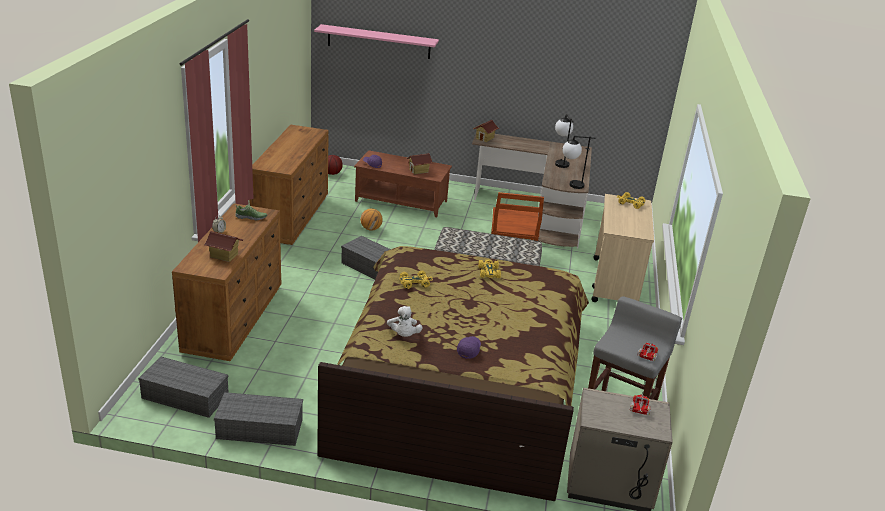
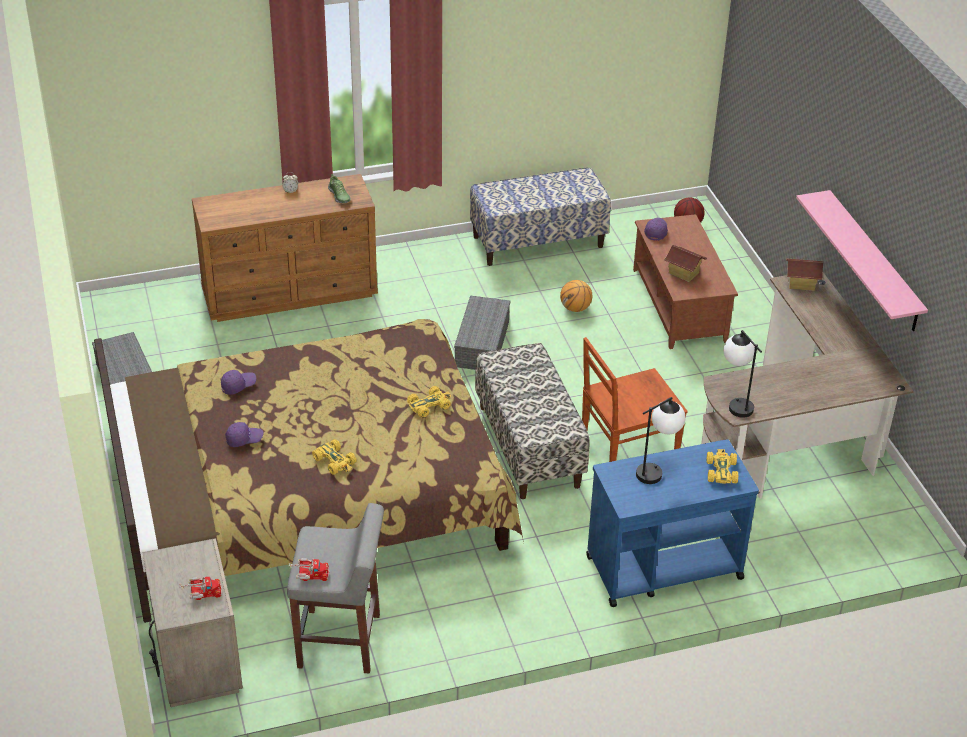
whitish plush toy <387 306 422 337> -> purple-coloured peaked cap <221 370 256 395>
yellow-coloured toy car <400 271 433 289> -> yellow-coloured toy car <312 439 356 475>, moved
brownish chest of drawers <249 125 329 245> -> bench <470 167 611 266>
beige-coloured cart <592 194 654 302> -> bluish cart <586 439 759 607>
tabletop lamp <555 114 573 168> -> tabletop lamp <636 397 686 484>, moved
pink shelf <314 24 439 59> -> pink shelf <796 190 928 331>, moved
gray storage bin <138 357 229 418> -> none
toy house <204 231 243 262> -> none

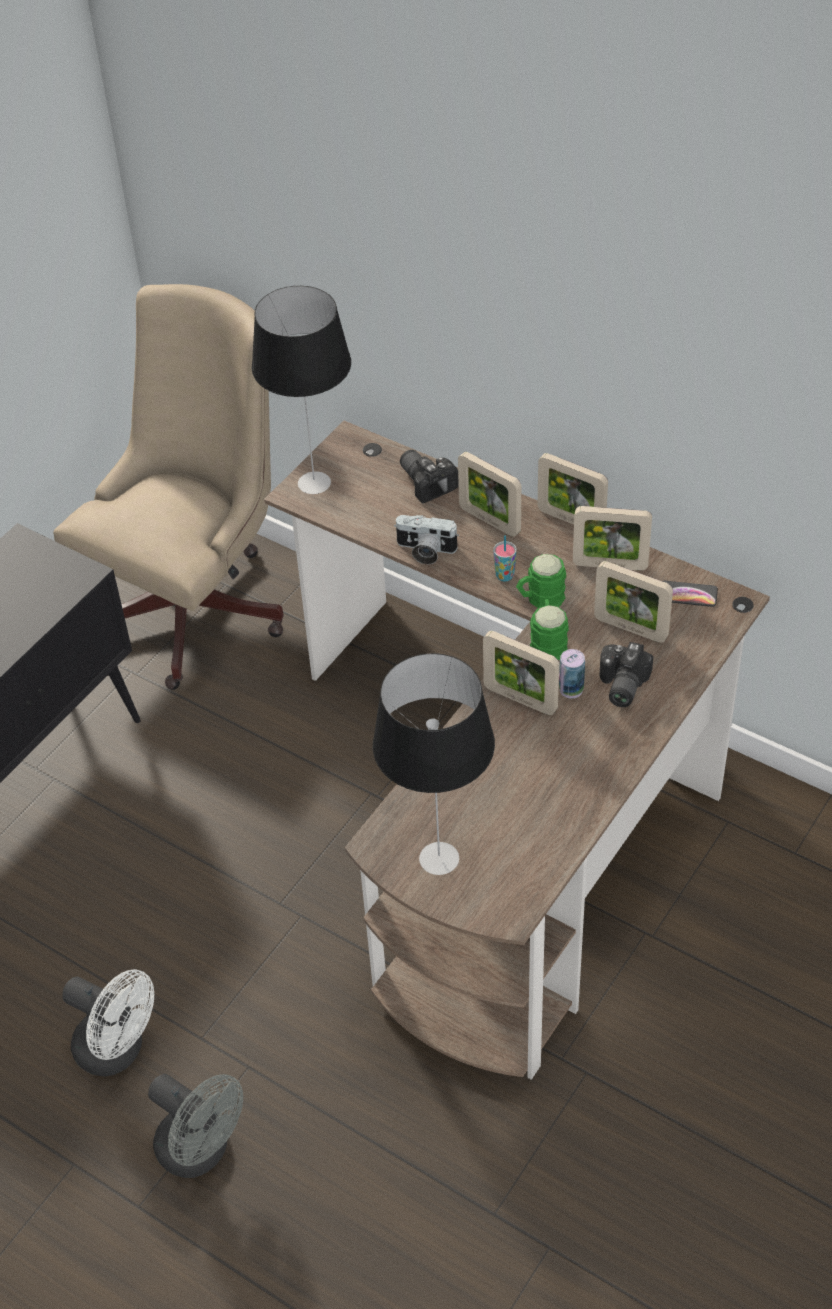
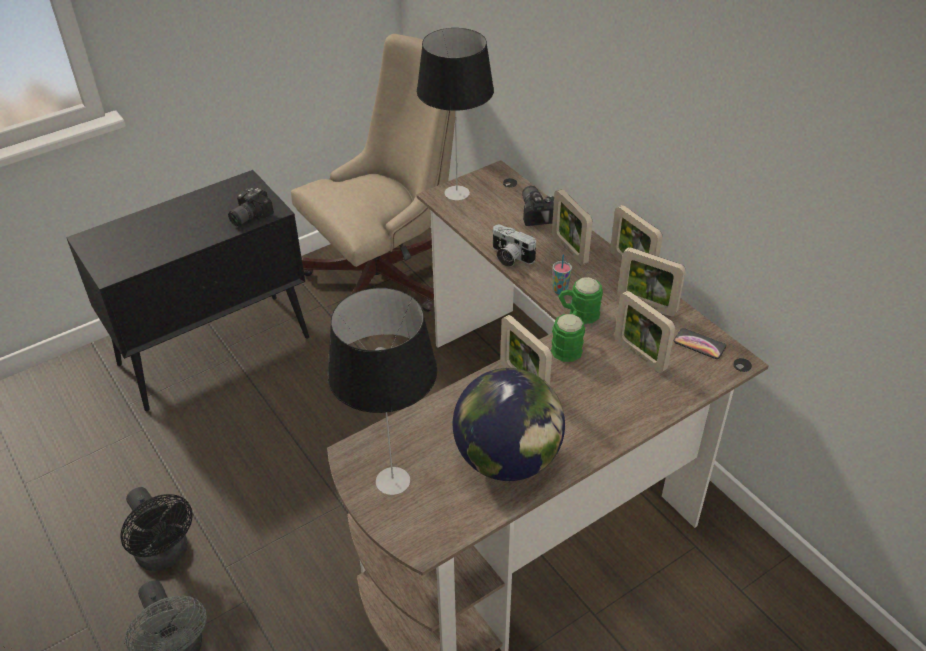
whitish electric fan <62 969 154 1076> -> black-coloured electric fan <120 487 193 571>
still camera <599 642 653 707> -> still camera <228 188 274 226>, moved
none -> world globe <453 368 565 481>
can <559 649 585 699> -> none

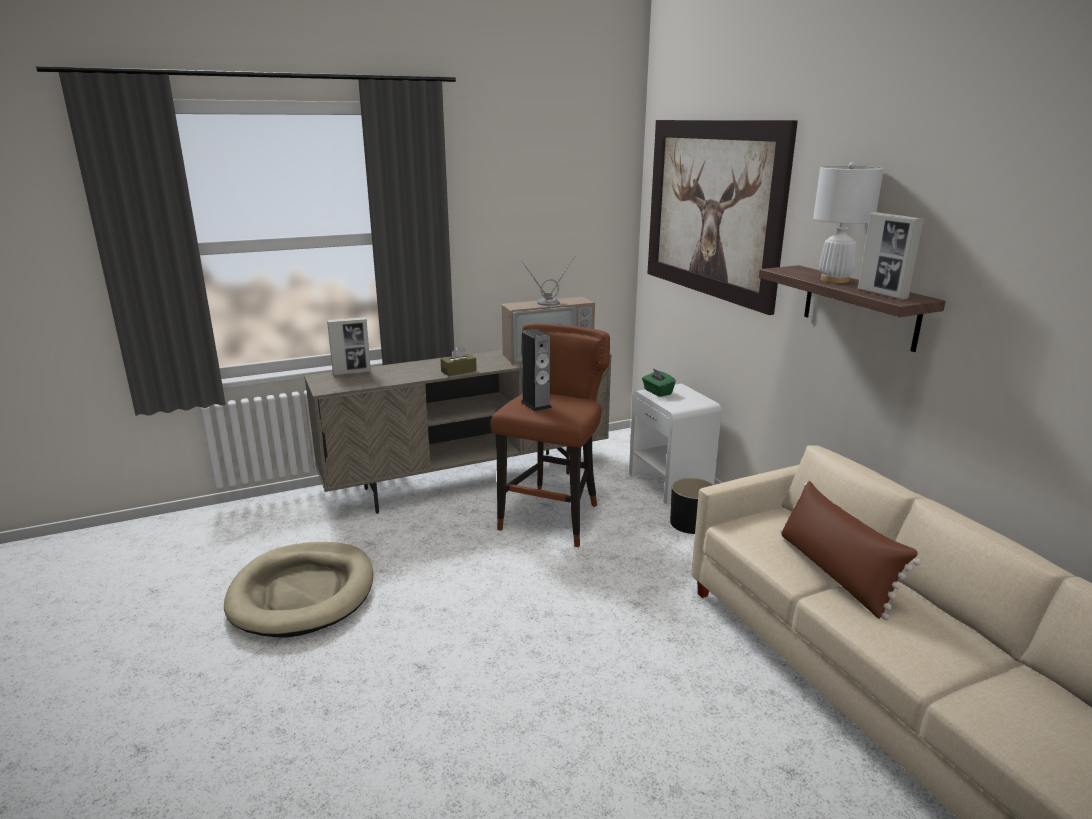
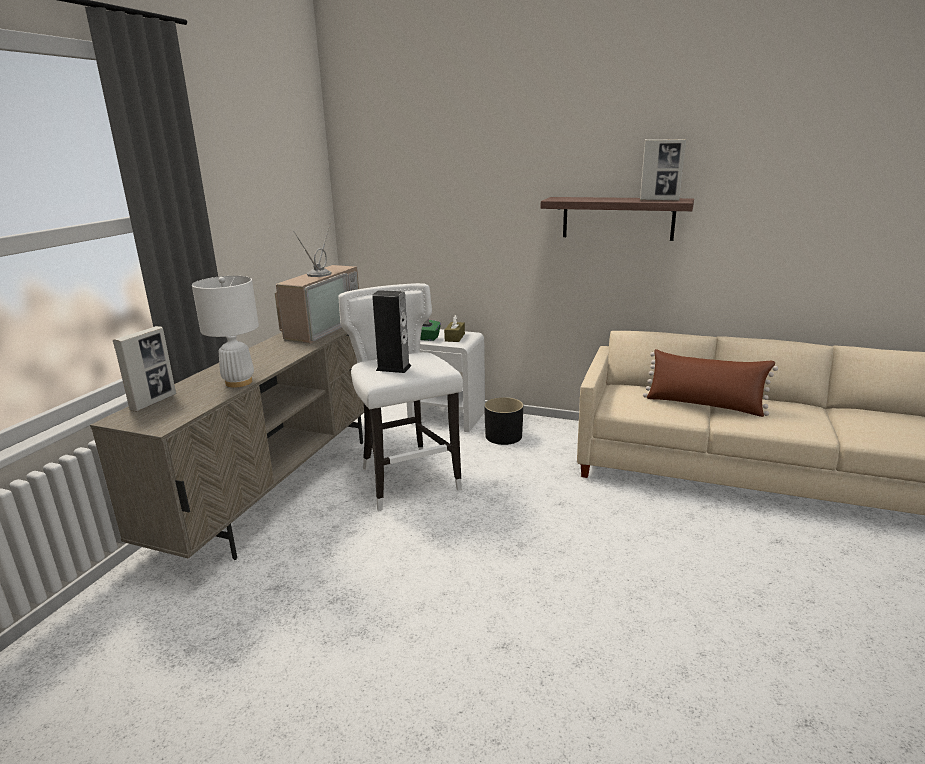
whitish tabletop lamp <813 162 884 283> -> whitish tabletop lamp <192 276 259 388>, moved
brownish sitting stool <491 324 610 547> -> whitish sitting stool <338 283 463 511>
brownish tissue holder <440 346 477 376> -> brownish tissue holder <444 315 465 342>, moved
beige-coloured pet bed <224 542 373 637> -> none
picture <647 120 798 315> -> none

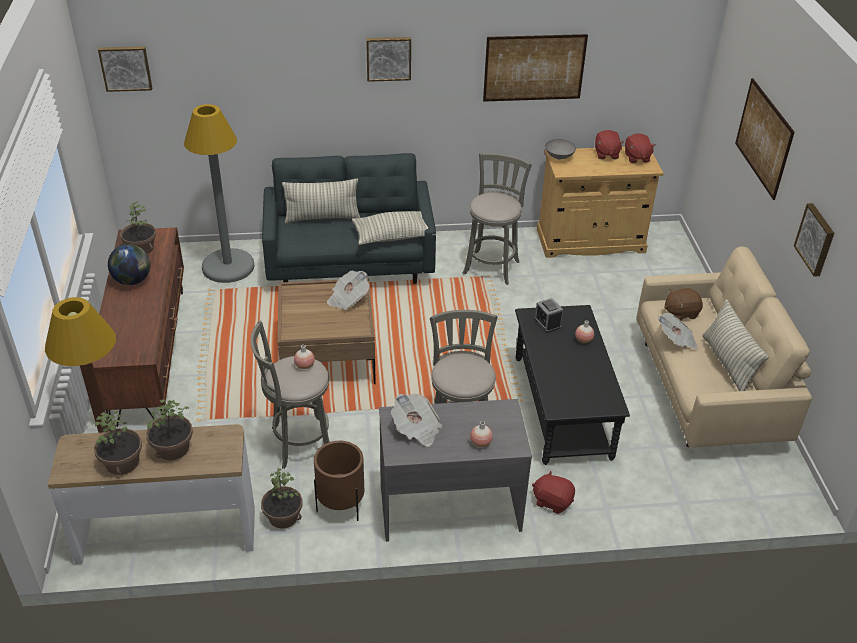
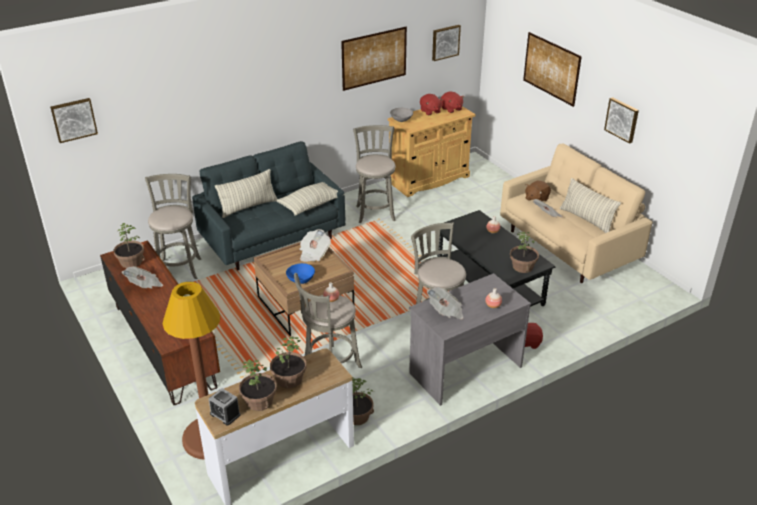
world globe <108 244 150 285> -> newspaper <122 266 164 289>
gray standing lamp <184 104 255 283> -> gray sitting stool <145 174 201 279>
table clock <534 298 563 333> -> table clock <209 388 241 426>, moved
none -> bluish deep dish <286 263 315 284>
picture <366 37 411 82> -> picture <432 25 461 61>, moved
none -> houseplant <510 231 539 273>
brownish plant pot <314 441 364 521> -> none

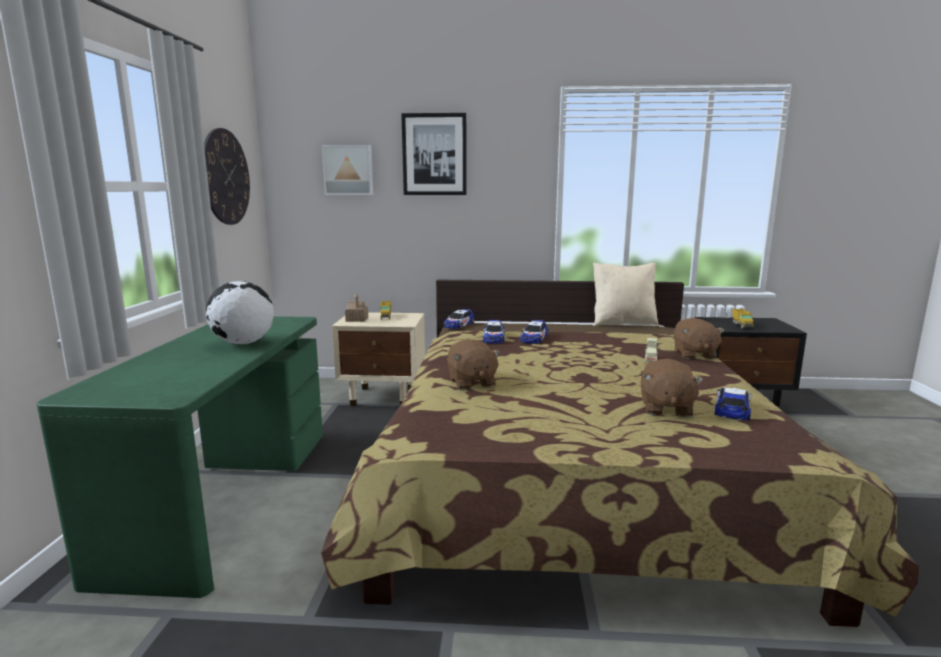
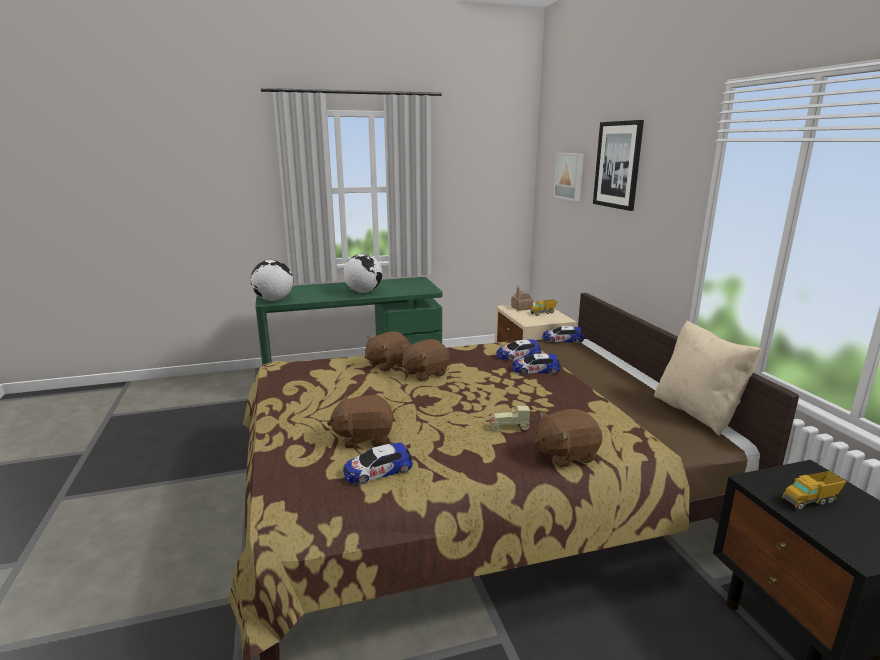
none -> world globe <251 260 293 301>
toy car <715 388 752 420> -> toy car <343 443 413 484>, 150 degrees clockwise
none -> brownish plush toy <402 339 450 381>
clock on the wall <204 128 250 225> -> none

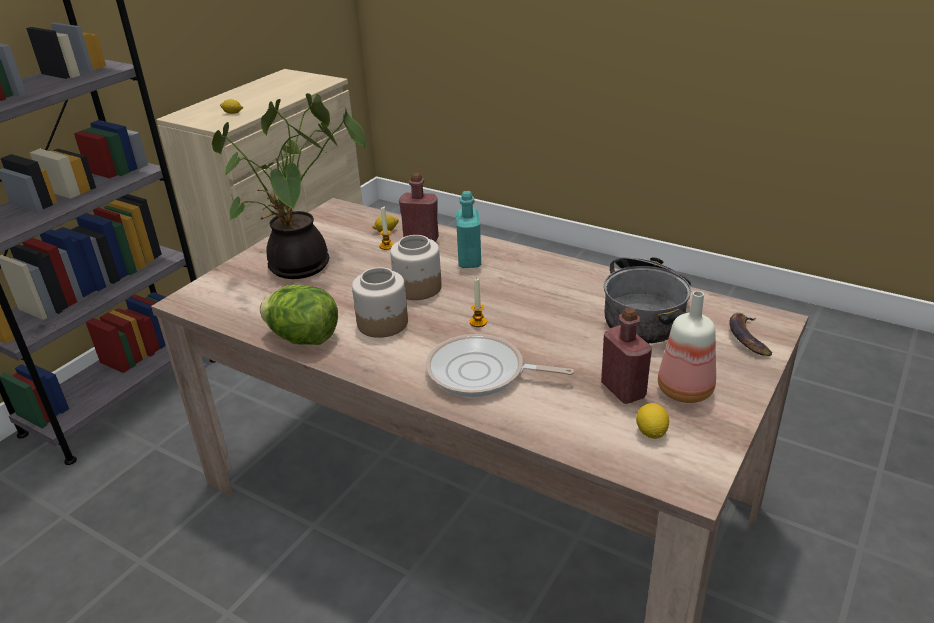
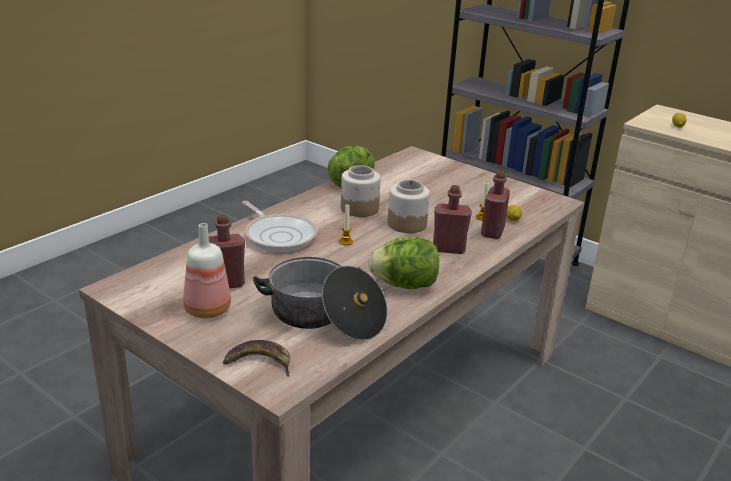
skillet <426 334 574 397> -> skillet <242 201 317 252>, 120 degrees clockwise
none -> lettuce <368 237 439 289>
blue-green bottle <456 191 481 268> -> red bottle <433 185 472 254>
houseplant <212 93 365 279> -> none
citrus fruit <636 403 669 439> -> none

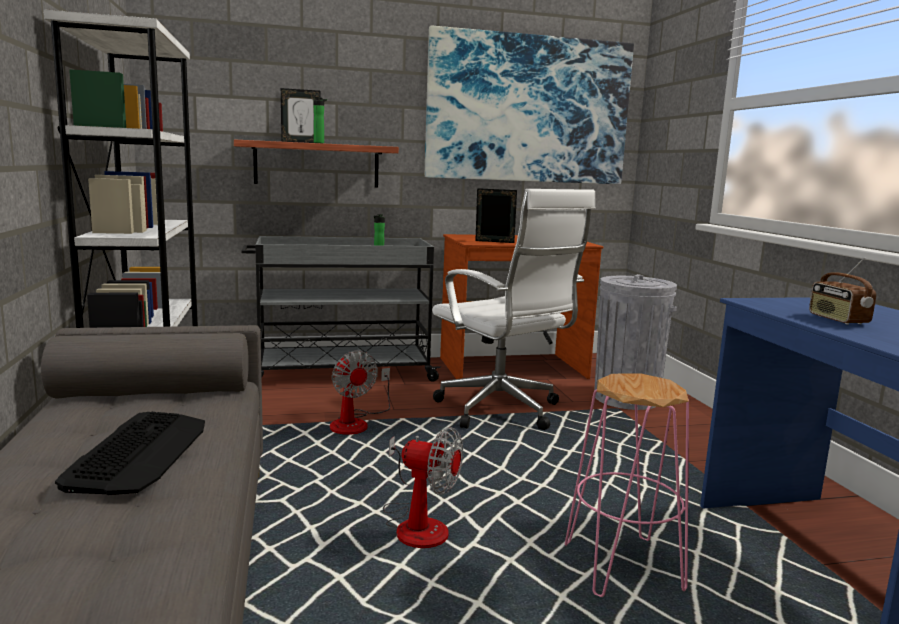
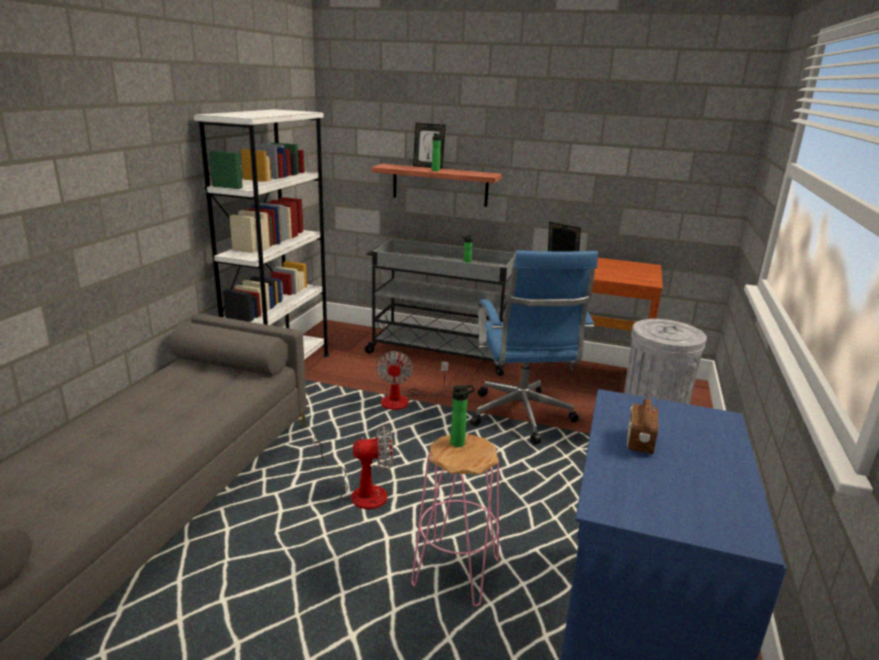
electric fan <383 427 463 548> -> electric fan <314 425 393 509>, 60 degrees counterclockwise
none -> bottle <450 385 475 447>
whitish desk chair <432 189 595 430> -> bluish desk chair <470 251 598 444>
computer keyboard <55 412 205 495> -> none
picture <425 25 634 184> -> none

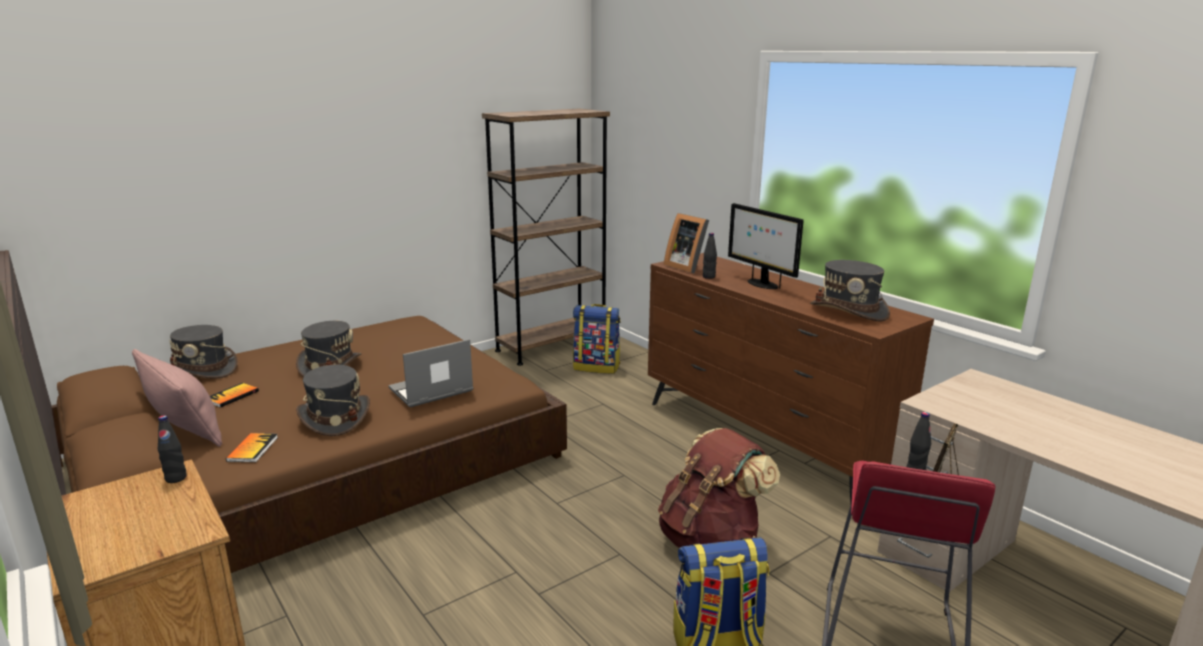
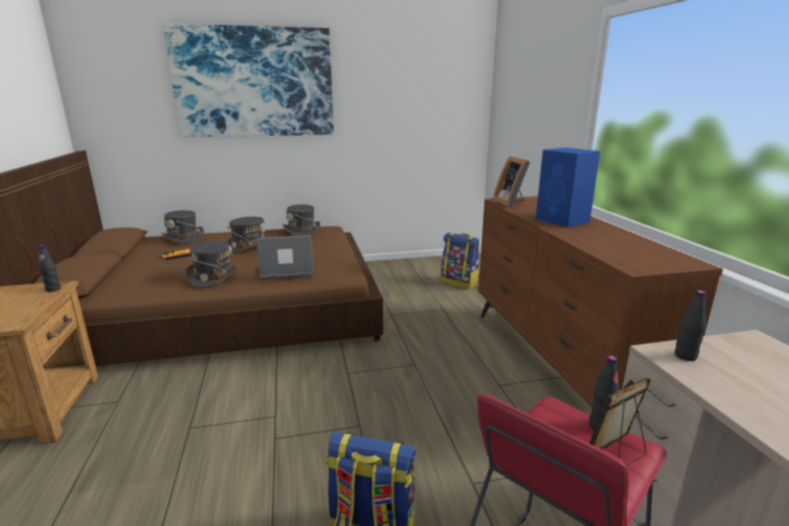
none -> picture <163 23 334 137>
gray wearable hat <810 260 890 322> -> gray wearable hat <283 204 320 236>, moved
computer screen <728 203 804 289> -> bluish speaker <536 148 600 227>
black-coloured bottle <703 233 717 279> -> black-coloured bottle <675 290 706 361>, moved
pink throw pillow <132 349 222 447> -> none
volume <226 433 278 462> -> none
brownish bookshelf <482 108 610 366> -> none
brownish backpack <658 428 780 548> -> none

